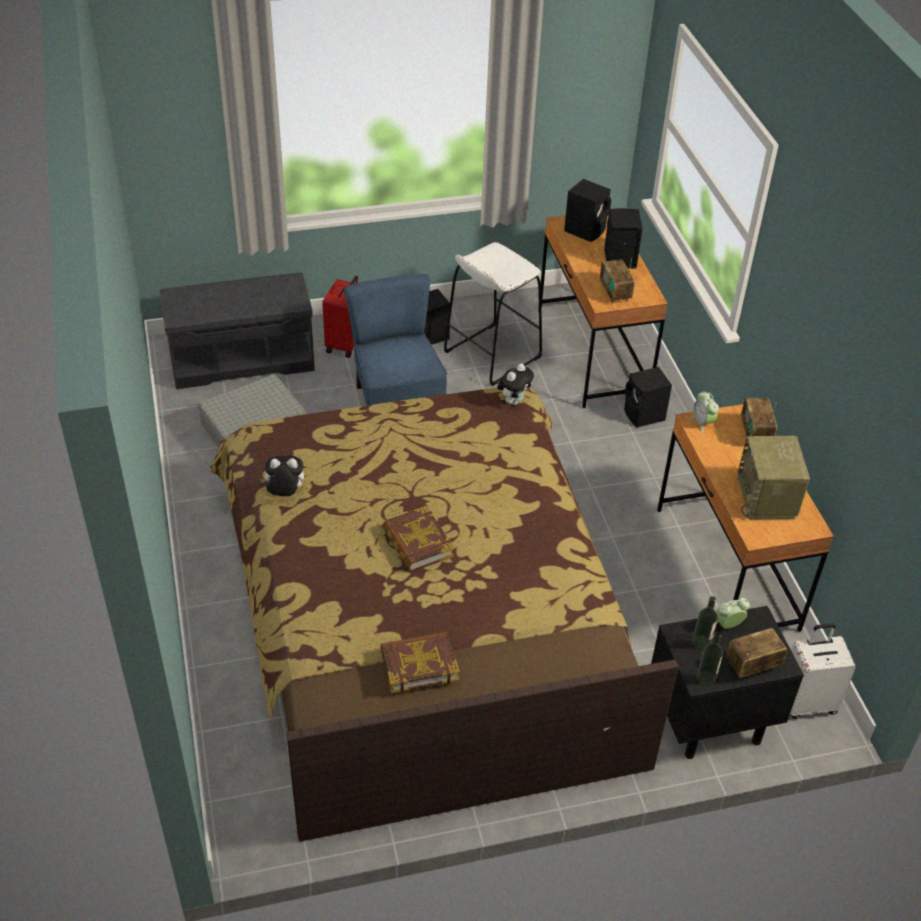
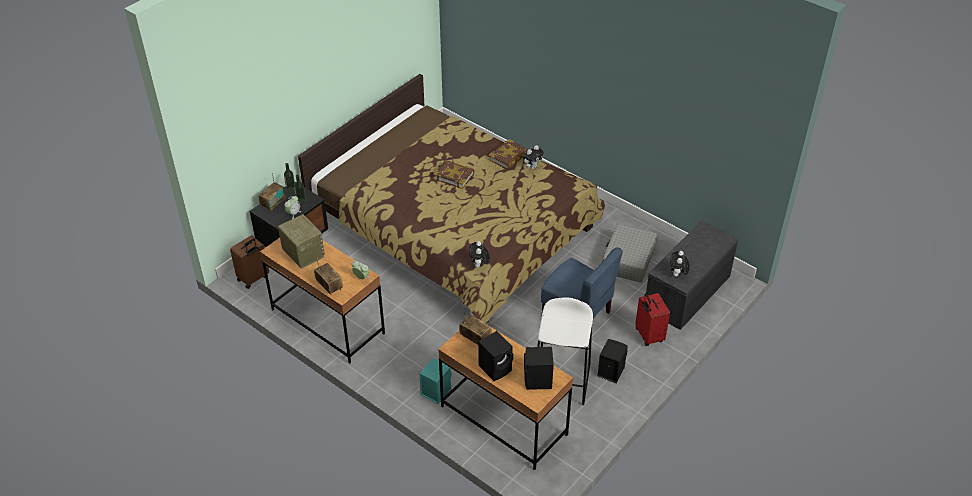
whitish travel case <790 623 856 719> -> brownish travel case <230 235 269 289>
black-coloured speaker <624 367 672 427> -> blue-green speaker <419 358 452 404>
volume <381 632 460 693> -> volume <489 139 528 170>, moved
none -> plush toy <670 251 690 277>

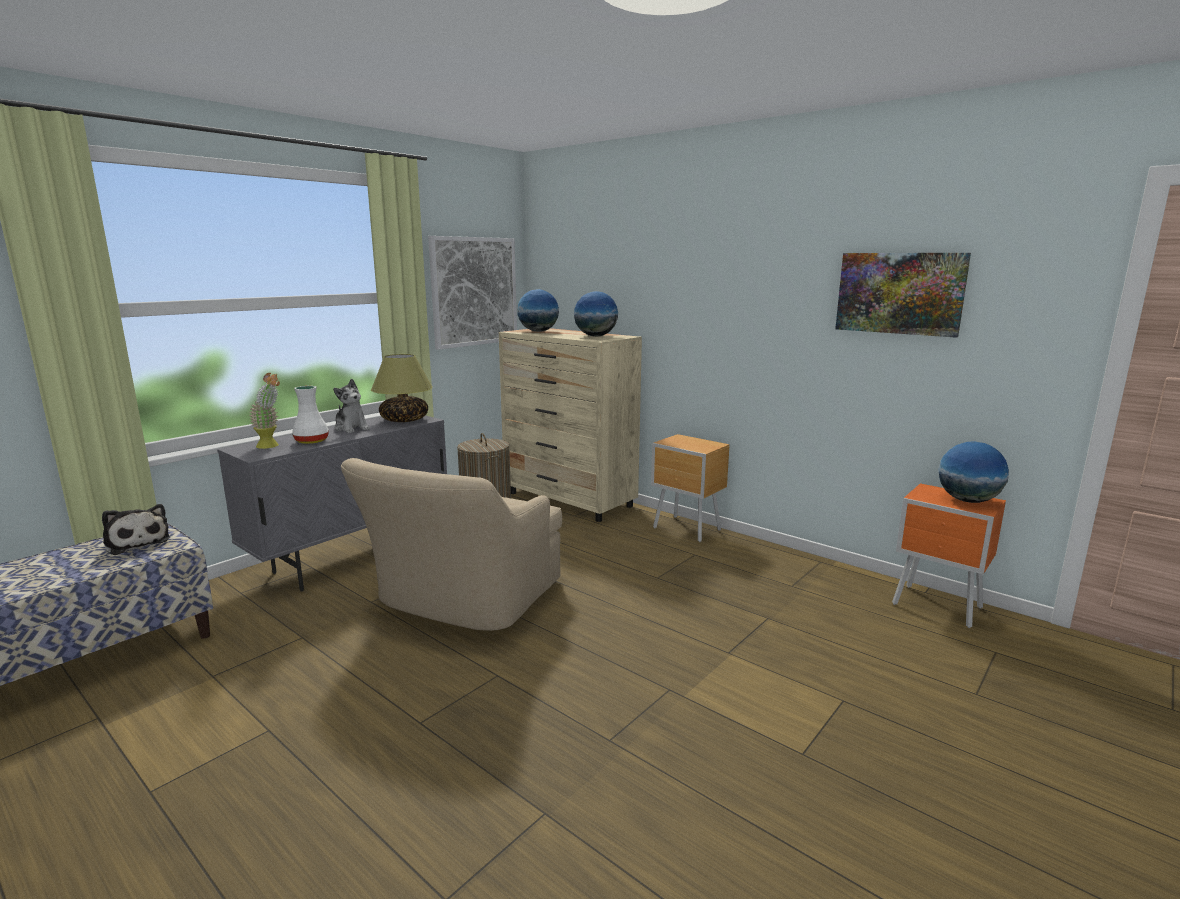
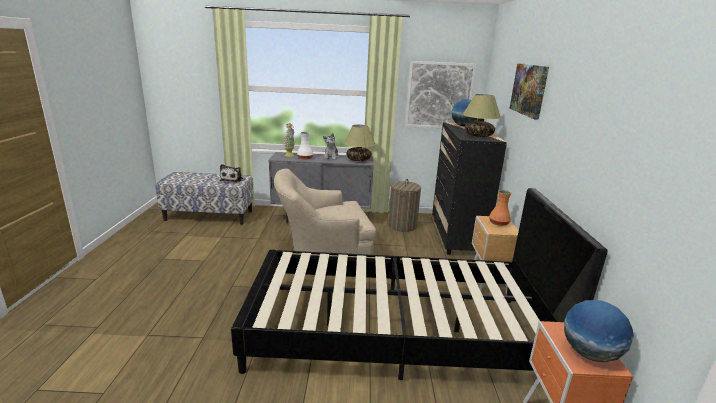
none -> black-coloured bed <231 188 607 380>
beige-coloured chest of drawers <499 328 642 522> -> black-coloured chest of drawers <432 122 507 255>
world globe <574 291 618 337> -> tabletop lamp <463 94 501 137>
none -> orange-coloured flower vase <489 190 511 226>
picture <835 253 971 338> -> picture <509 63 549 120>, moved

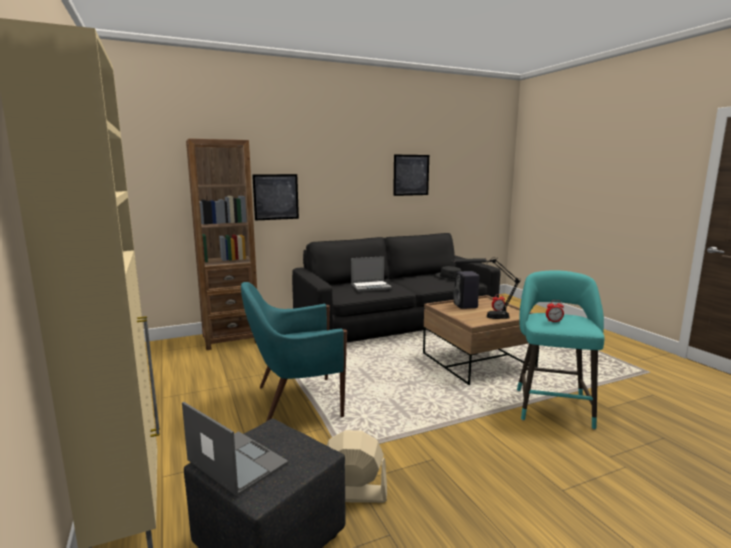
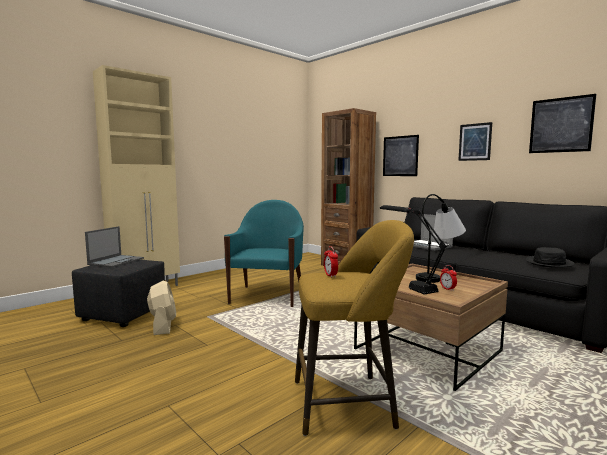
blue-green armchair <241 282 347 422> -> blue-green armchair <224 200 304 307>, 45 degrees clockwise
blue-green sitting stool <517 270 604 429> -> yellow-coloured sitting stool <295 220 414 436>
black-coloured speaker <453 271 479 309> -> tabletop lamp <416 194 466 283>
none -> picture <458 122 492 161>

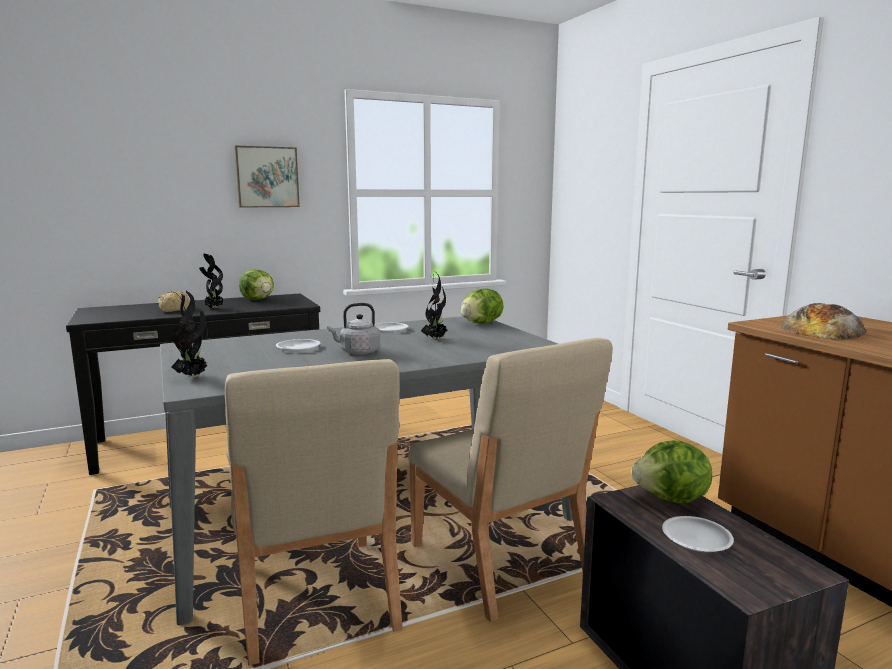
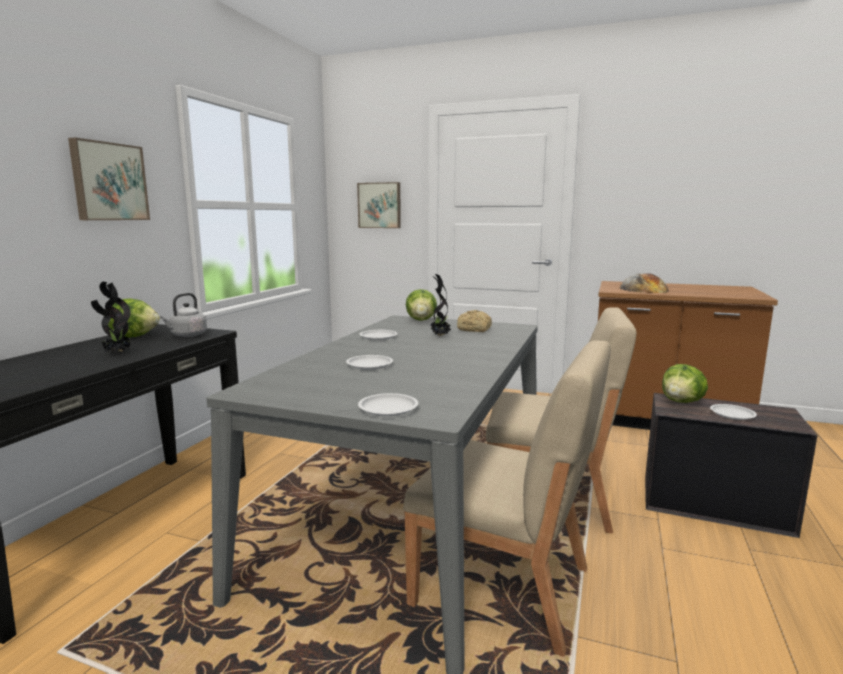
gray water kettle <327 303 380 355> -> gray water kettle <160 293 207 337>, moved
none -> picture <357 182 401 228>
houseplant <171 291 207 377> -> whitish dinner plate <358 393 418 416>
bakery bread <158 291 190 312> -> bakery bread <457 310 492 332>, moved

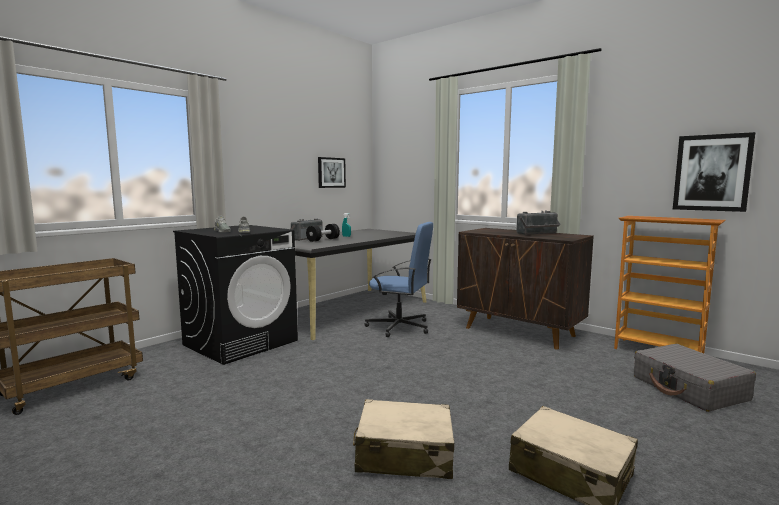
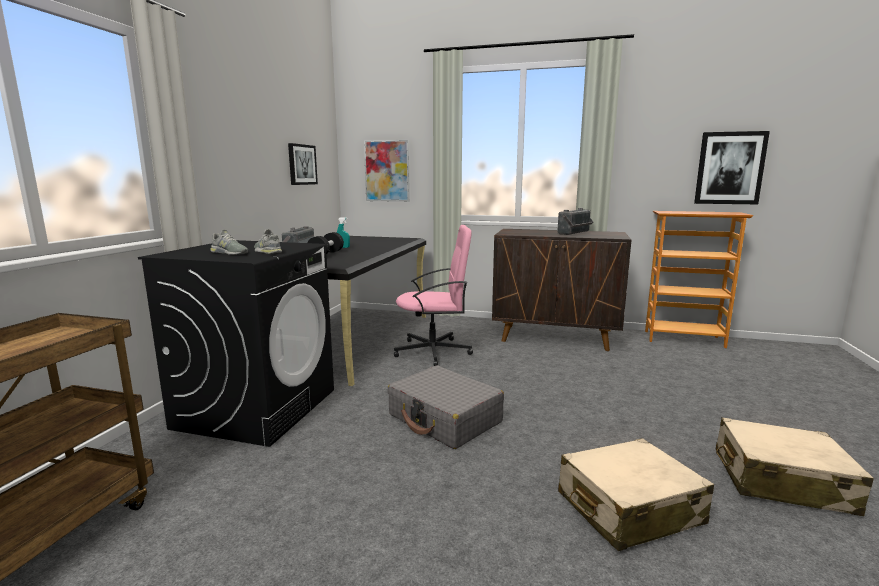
none -> picture <364 140 410 202>
gray travel case <634 344 756 412> -> gray travel case <387 365 504 449>, moved
bluish desk chair <365 222 433 337> -> pink desk chair <394 225 473 366>

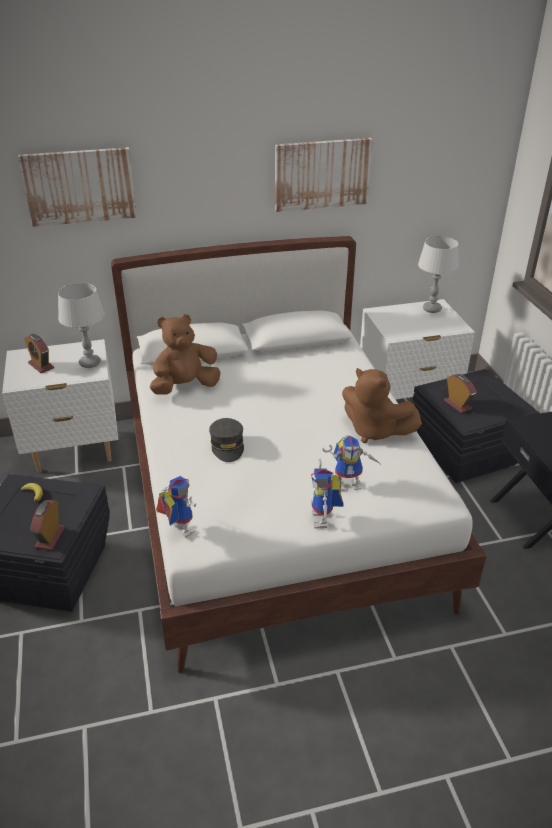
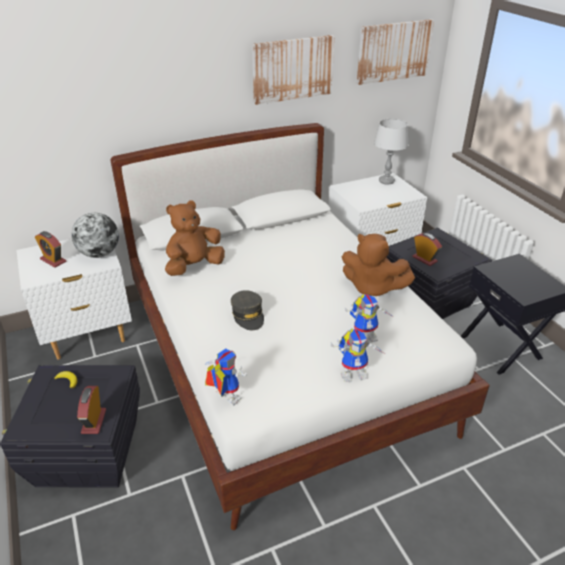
gray tabletop lamp <58 283 105 368> -> world globe <72 213 119 258>
toy robot <311 458 344 528> -> toy robot <330 329 385 382>, 90 degrees counterclockwise
picture <18 147 137 227> -> picture <357 19 434 85>, moved

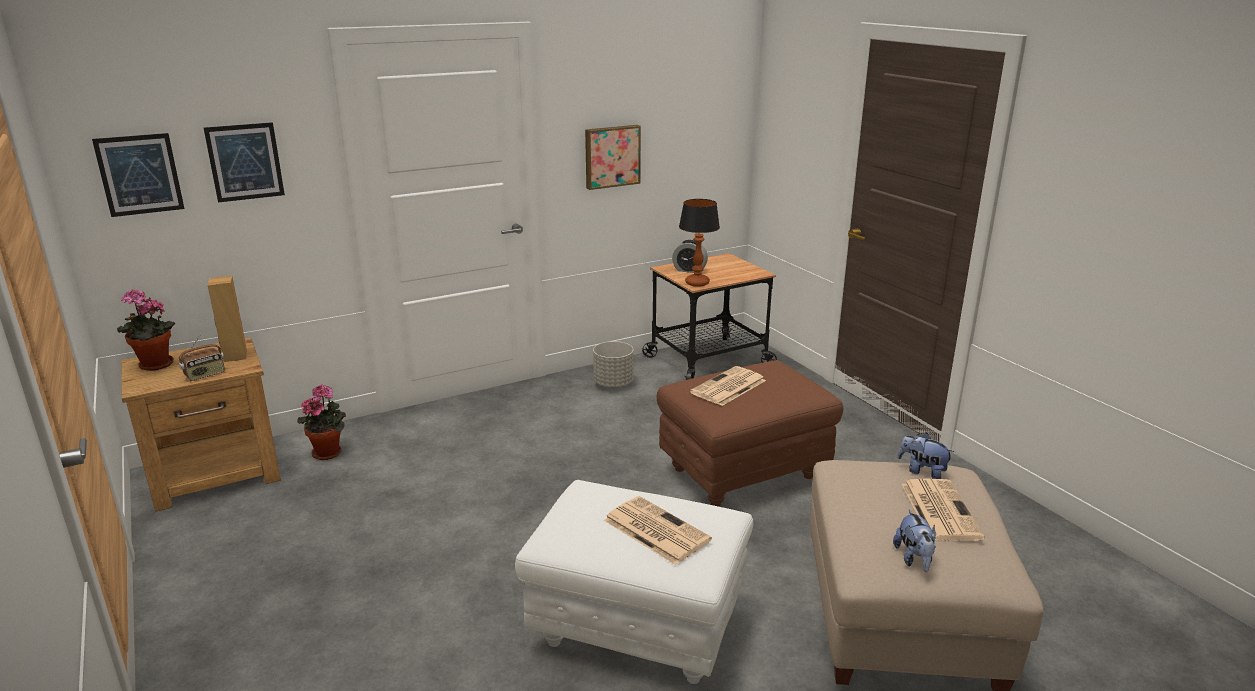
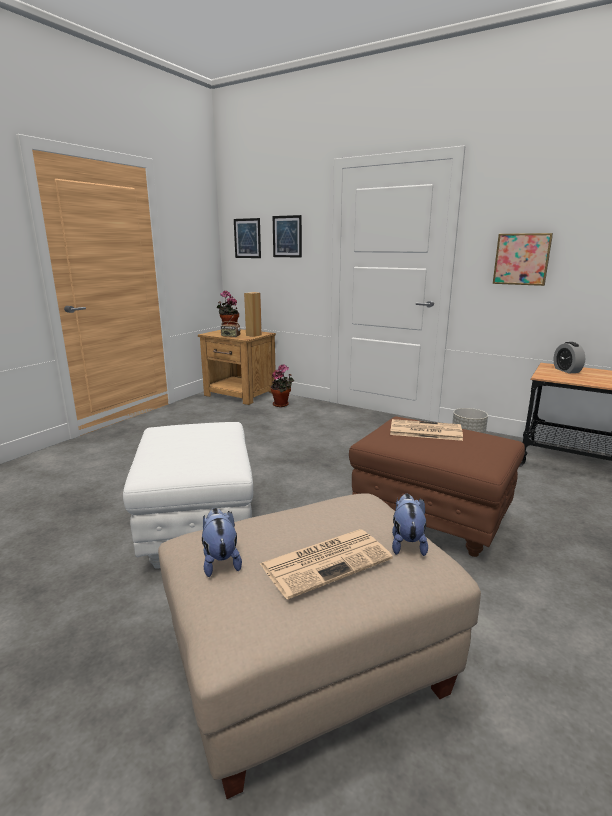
plush toy <893 510 936 572> -> plush toy <202 508 242 577>, 105 degrees clockwise
newspaper <604 496 712 565> -> none
tabletop lamp <679 199 720 287> -> none

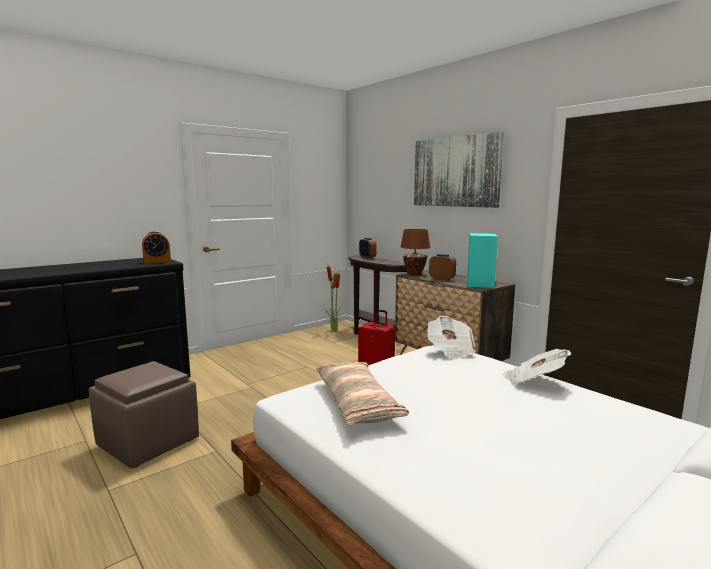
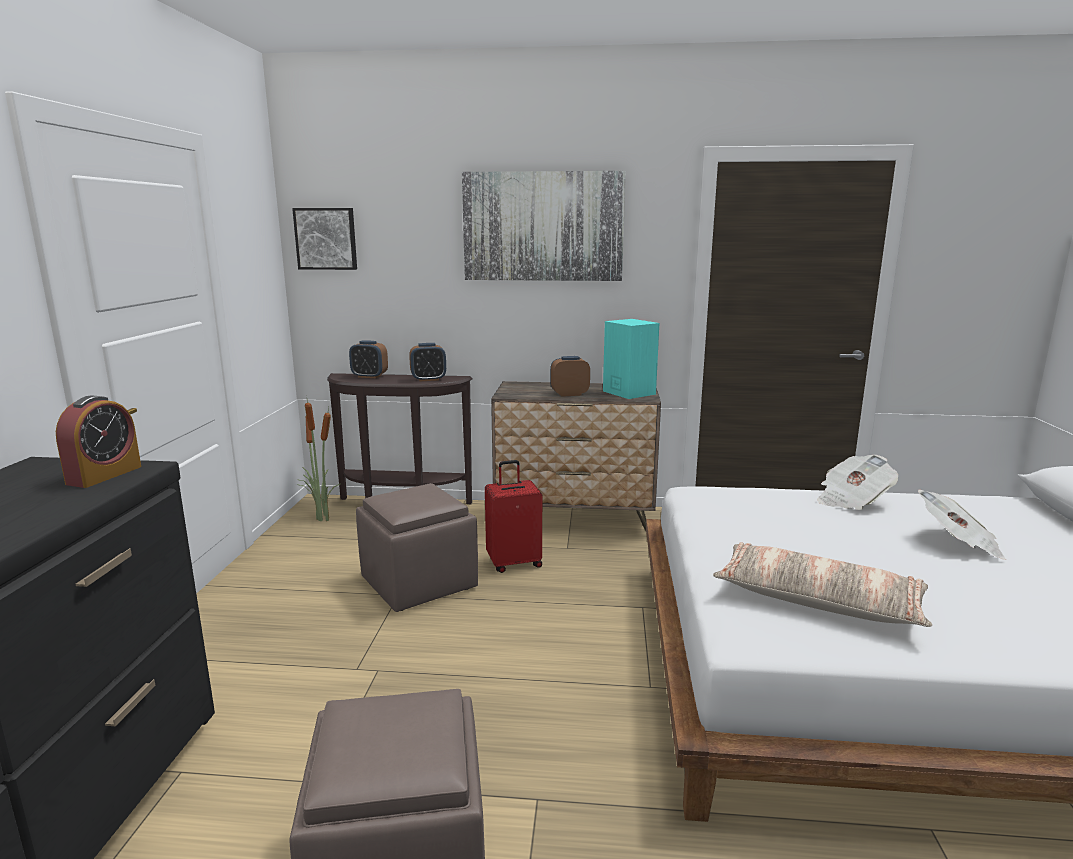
none -> picture <292 208 357 270>
none -> brownish footrest <356 483 478 612>
none -> table clock <409 343 446 381>
newspaper <427 316 475 360> -> newspaper <918 489 1006 560>, moved
brownish tabletop lamp <401 229 430 275> -> none

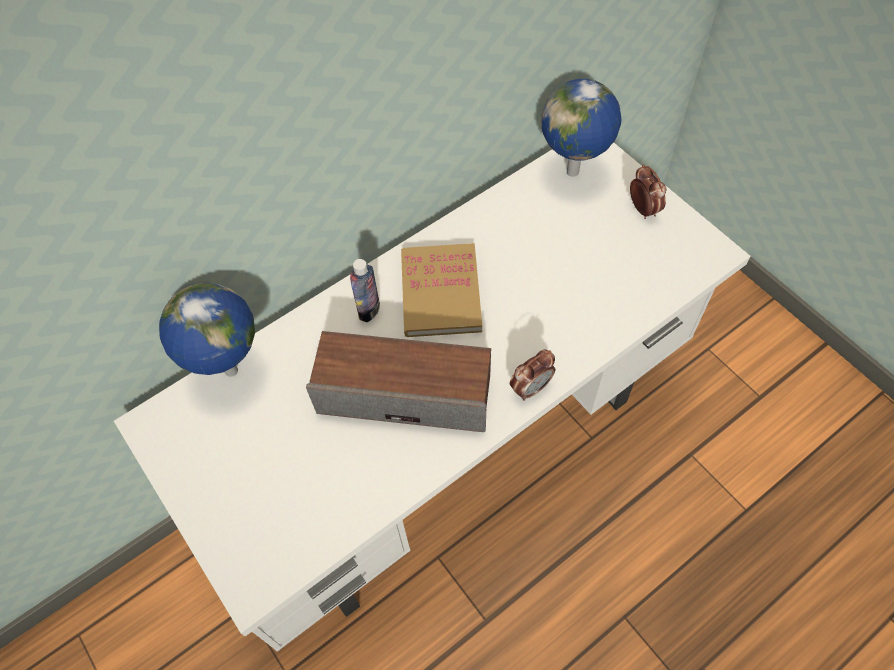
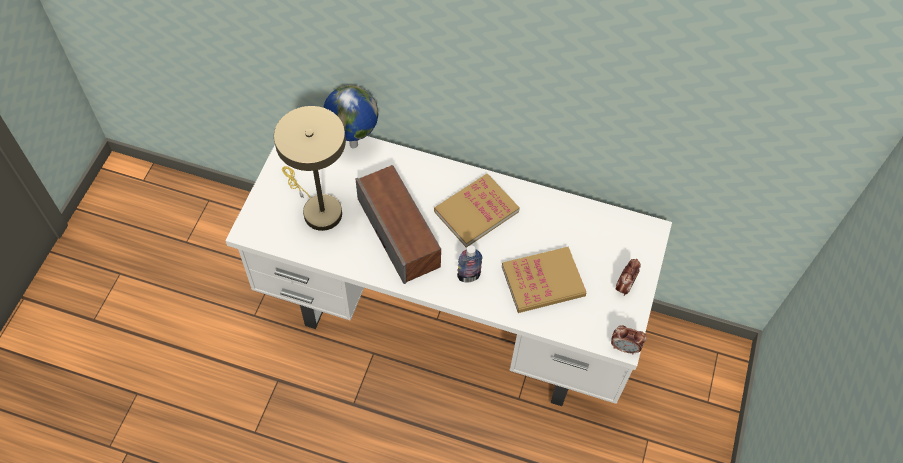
none -> beige-coloured tabletop lamp <274 106 346 231>
bottle <350 259 380 322> -> bottle <457 245 483 282>, moved
none -> volume <502 247 586 313>
table clock <510 350 555 401> -> table clock <611 325 647 354>, moved
world globe <541 79 622 177> -> none

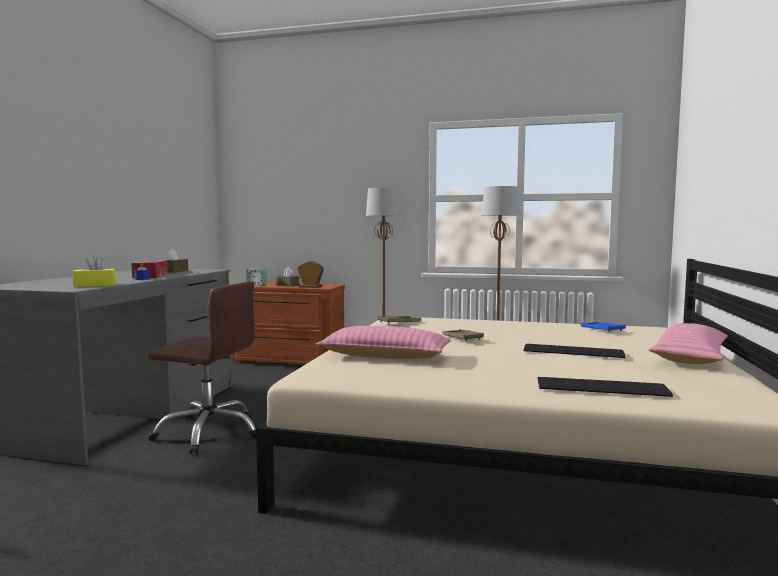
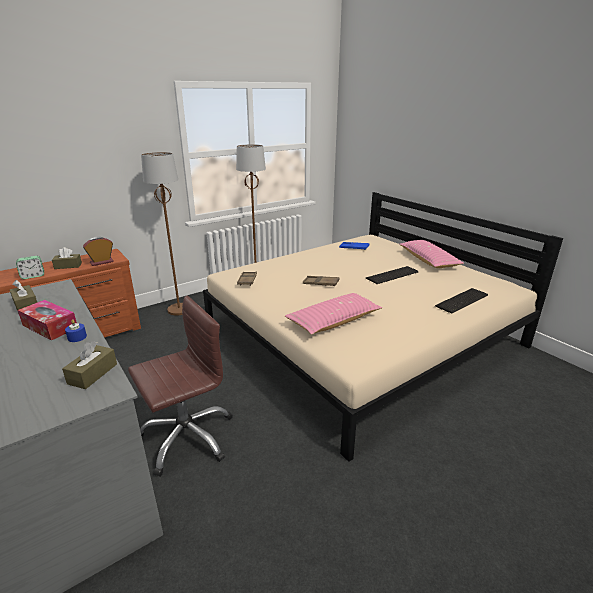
yellow-coloured tissue holder <73 255 116 287> -> brownish tissue holder <62 341 117 389>

